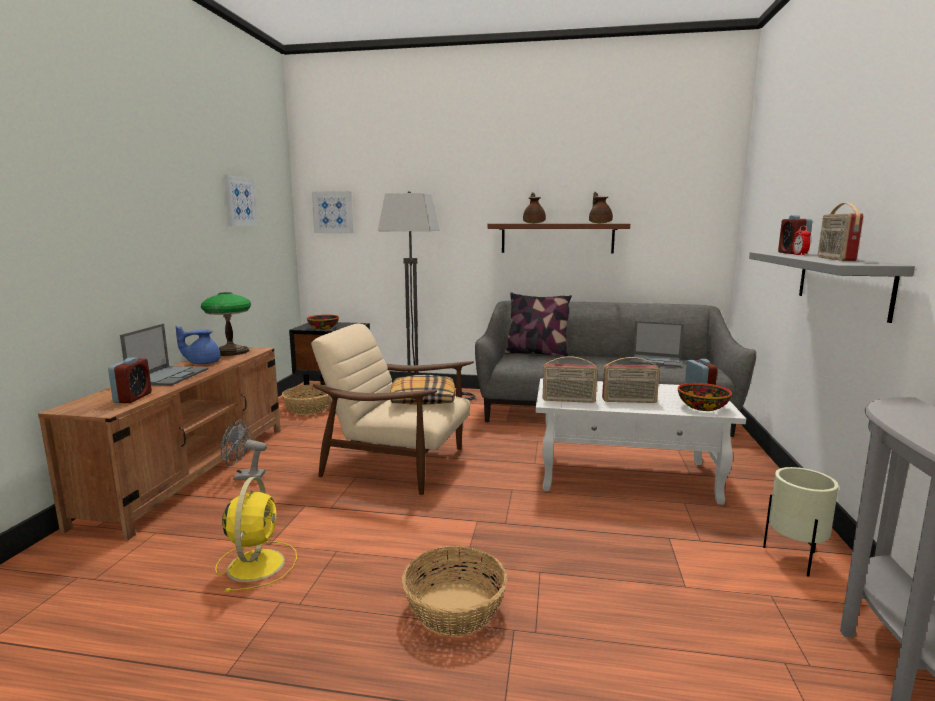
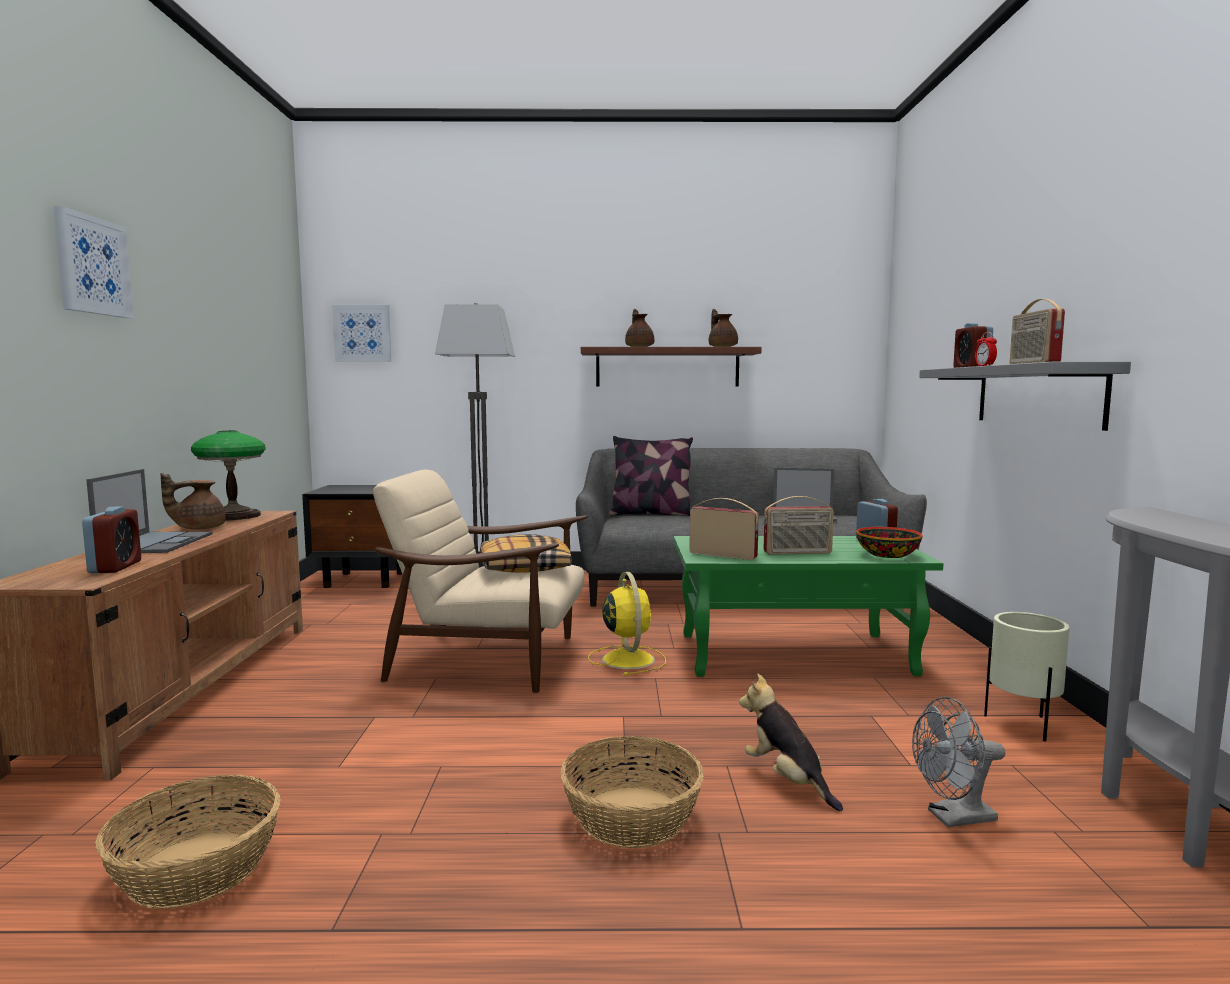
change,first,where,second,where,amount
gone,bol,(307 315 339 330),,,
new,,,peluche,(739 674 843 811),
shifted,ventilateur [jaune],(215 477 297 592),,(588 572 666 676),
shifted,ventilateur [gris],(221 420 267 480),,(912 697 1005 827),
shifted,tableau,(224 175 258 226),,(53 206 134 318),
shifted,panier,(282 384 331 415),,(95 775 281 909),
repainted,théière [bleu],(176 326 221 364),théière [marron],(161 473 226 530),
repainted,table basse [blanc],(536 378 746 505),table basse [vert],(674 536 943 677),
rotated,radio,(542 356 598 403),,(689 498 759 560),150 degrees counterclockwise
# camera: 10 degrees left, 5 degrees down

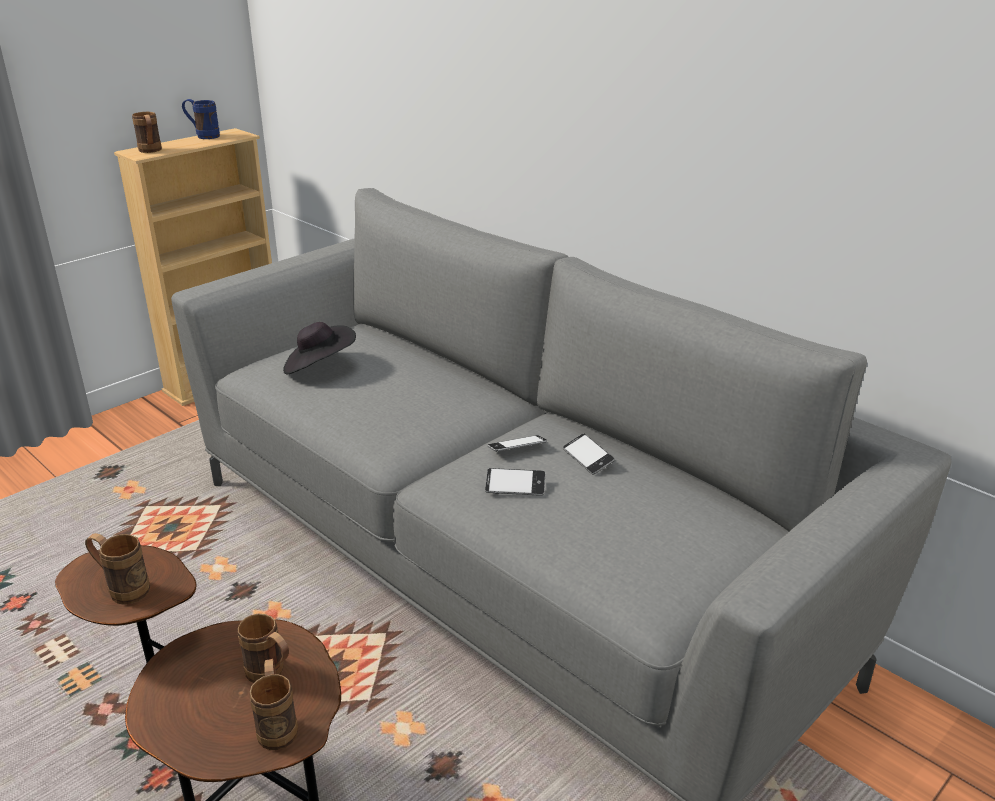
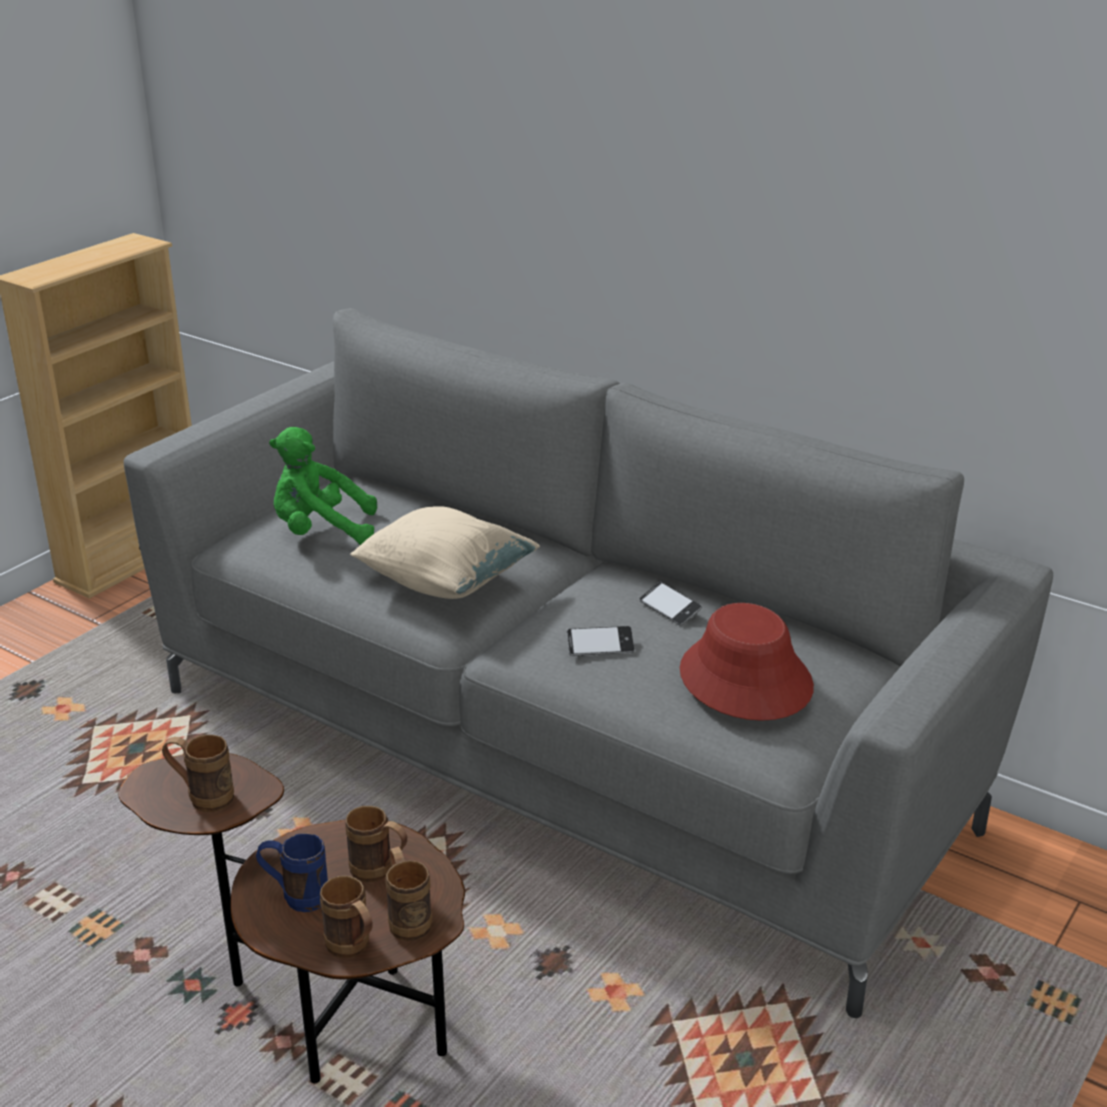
change,first,where,second,where,amount
gone,téléphone,(488 435 547 452),,,
new,,,coussin [beige],(350 506 540 599),
new,,,chapeau [rouge],(680 603 814 721),
shifted,mug [marron],(132 112 162 153),,(320 875 372 958),
shifted,mug [bleu],(182 99 220 139),,(256 833 328 912),
swapped,chapeau [noir],(283 322 356 374),peluche [vert],(269 427 377 545),
# camera: 10 degrees left, 0 degrees up

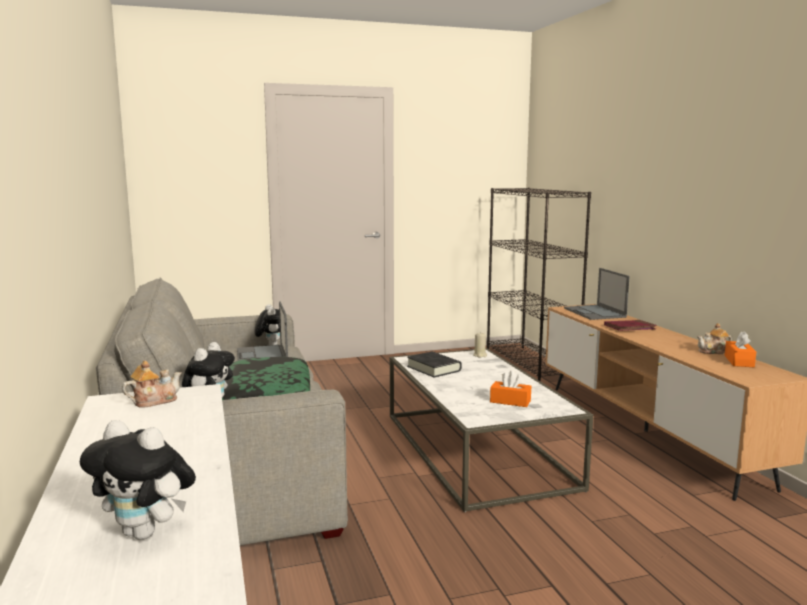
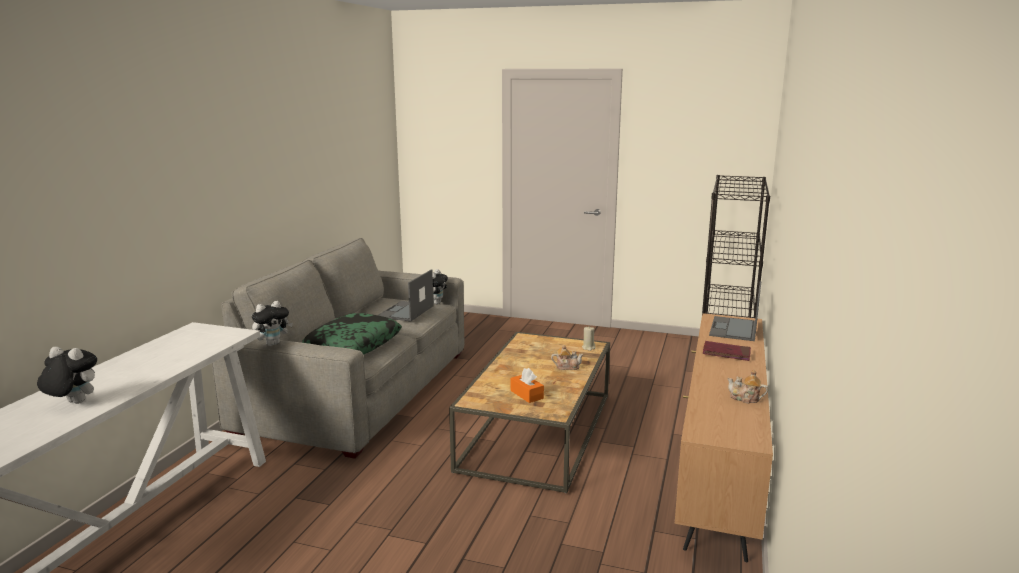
change,first,where,second,where,amount
gone,livre [noir],(407 351 462 378),,,
gone,boîte à mouchoirs [orange],(725 331 756 367),,,
shifted,théière,(122 361 182 408),,(551 345 584 370),
repainted,table basse [blanc],(390 348 593 512),table basse [marron],(449 332 610 493),
rotated,peluche,(80 420 196 540),,(37 347 97 404),135 degrees clockwise
# camera: 35 degrees right, 5 degrees up

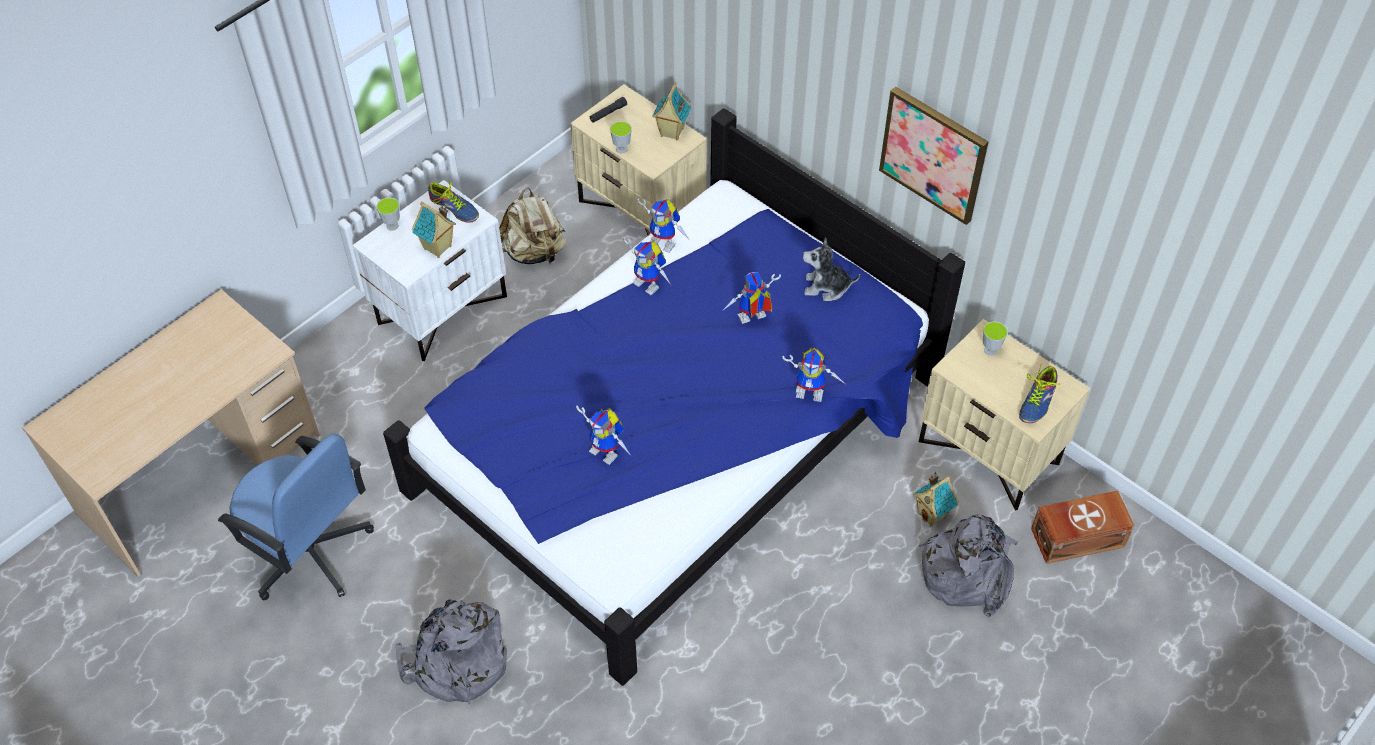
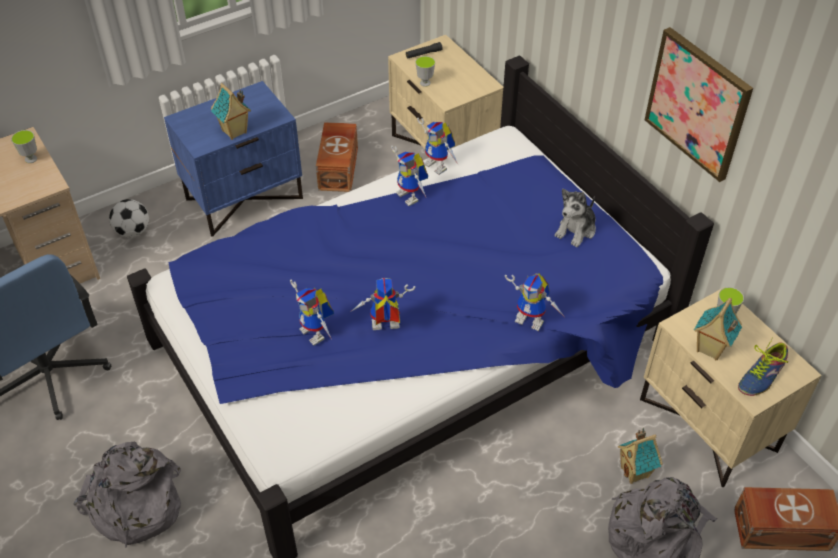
change,first,where,second,where,amount
gone,chaussure,(427 182 479 223),,,
new,,,ballon de foot,(109 199 149 238),
shifted,tasse,(376 197 400 231),,(11 130 37 163),
shifted,maison miniature,(652 83 691 141),,(694 298 742 361),
shifted,robot jouet,(722 272 781 324),,(350 278 415 330),
swapped,sac à dos [beige],(499 188 566 265),boîte de rangement [marron],(316 122 358 192),
repainted,table de chevet [blanc],(352 180 507 361),table de chevet [bleu],(164 81 303 237),
rotated,peluche,(803 237 860 301),,(555 189 596 247),75 degrees counterclockwise
# camera: 15 degrees right, 5 degrees down

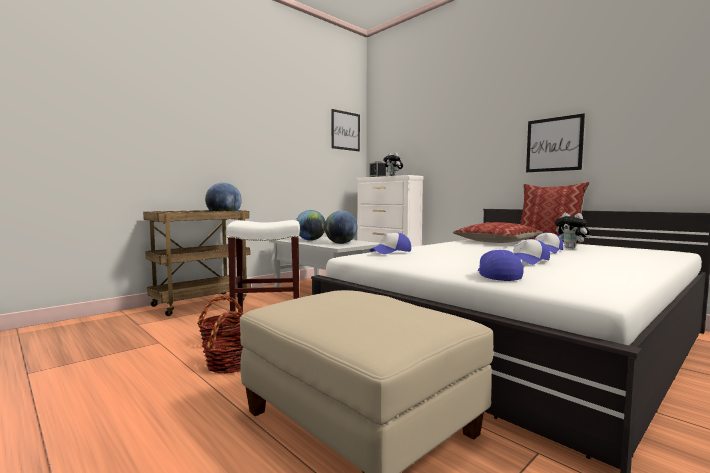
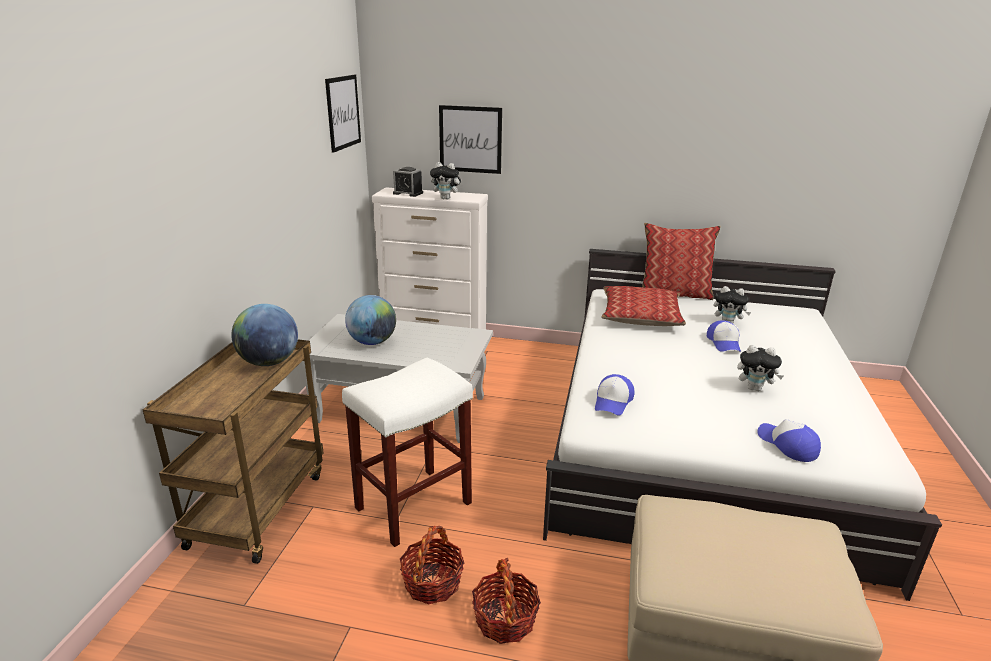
change,first,where,second,where,amount
gone,globe,(324 211 358 244),,,
shifted,tableau,(526 113 585 172),,(439 105 502 174),
swapped,casquette,(513 239 550 265),peluche,(737 345 783 391),
# camera: 35 degrees left, 20 degrees up

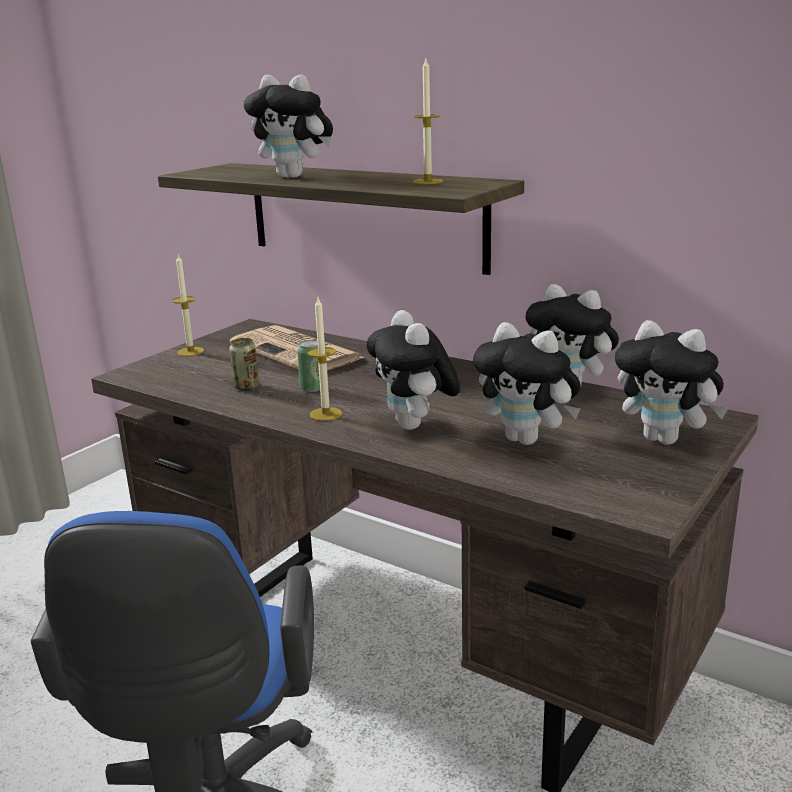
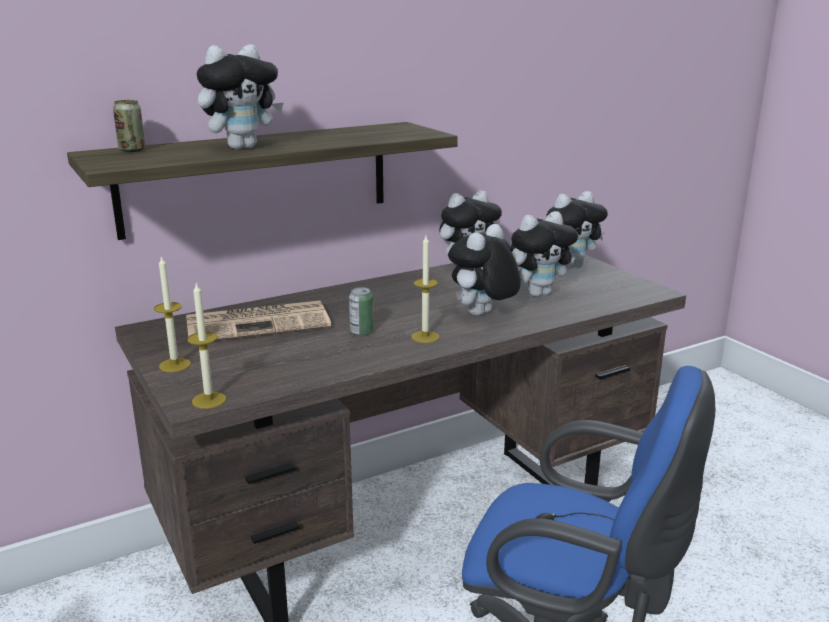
change,first,where,second,where,amount
shifted,boîte métallique,(229 338 259 390),,(113 100 145 152),
shifted,bougie,(413 59 443 184),,(187 282 226 409),
rotated,peluche,(367 310 461 430),,(448 224 521 316),120 degrees clockwise
# camera: 65 degrees left, 0 degrees up

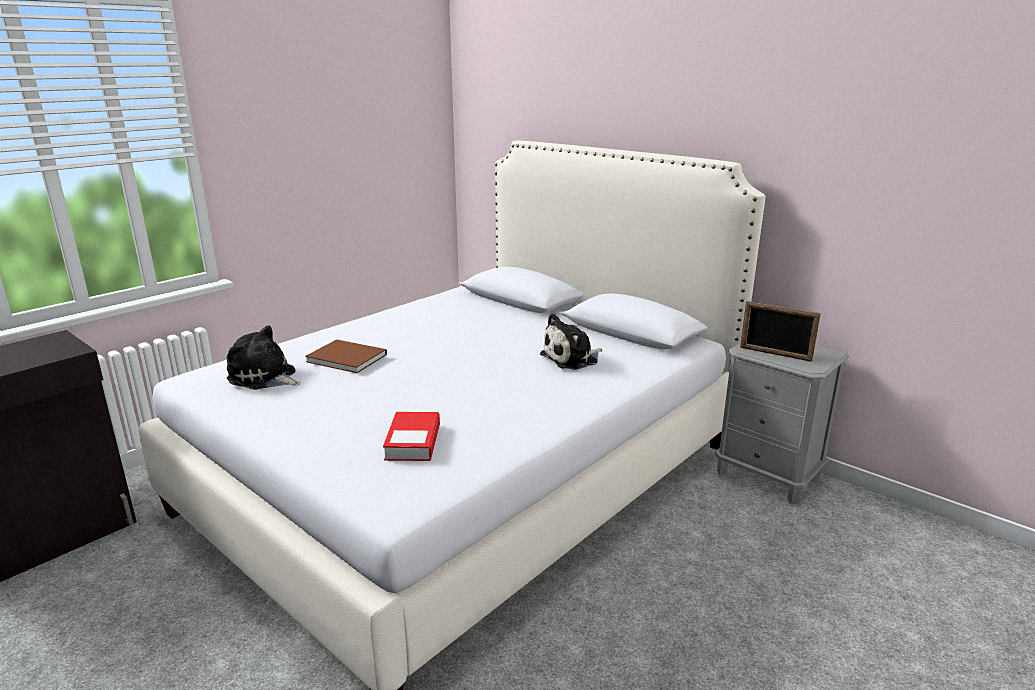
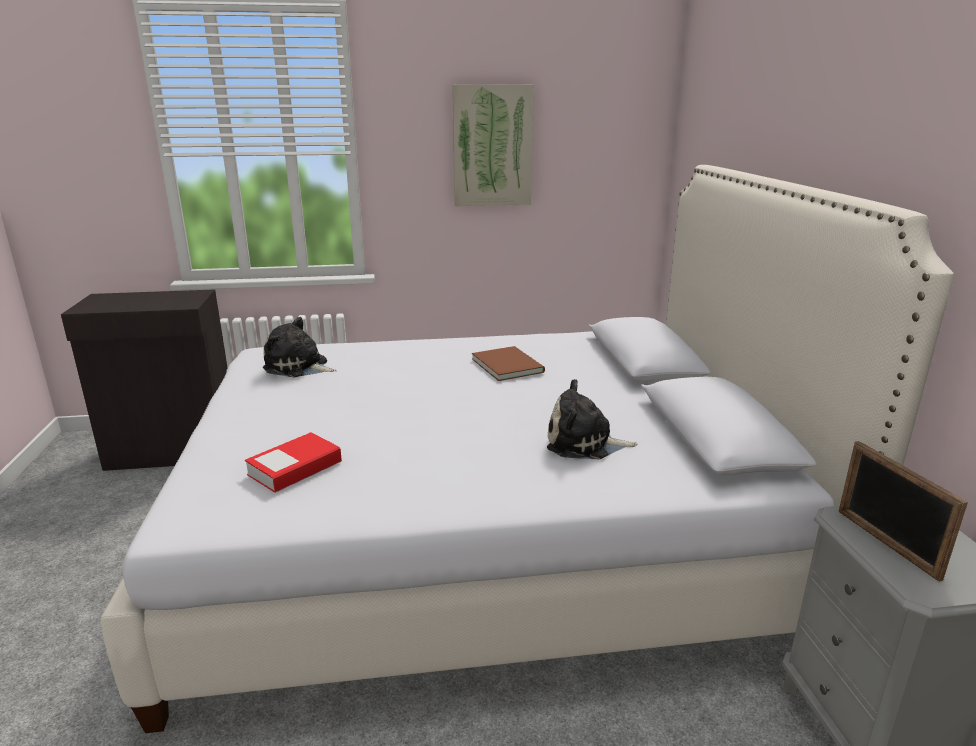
change,first,where,second,where,amount
new,,,tableau,(452 84 534 206),
shifted,livre [marron],(305 339 387 373),,(472 346 545 381),
rotated,peluche,(227 325 301 390),,(263 317 337 377),45 degrees counterclockwise
# camera: 40 degrees right, 0 degrees up

